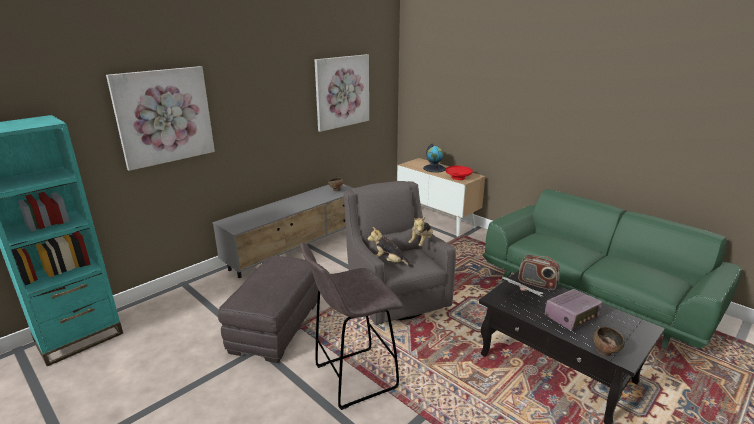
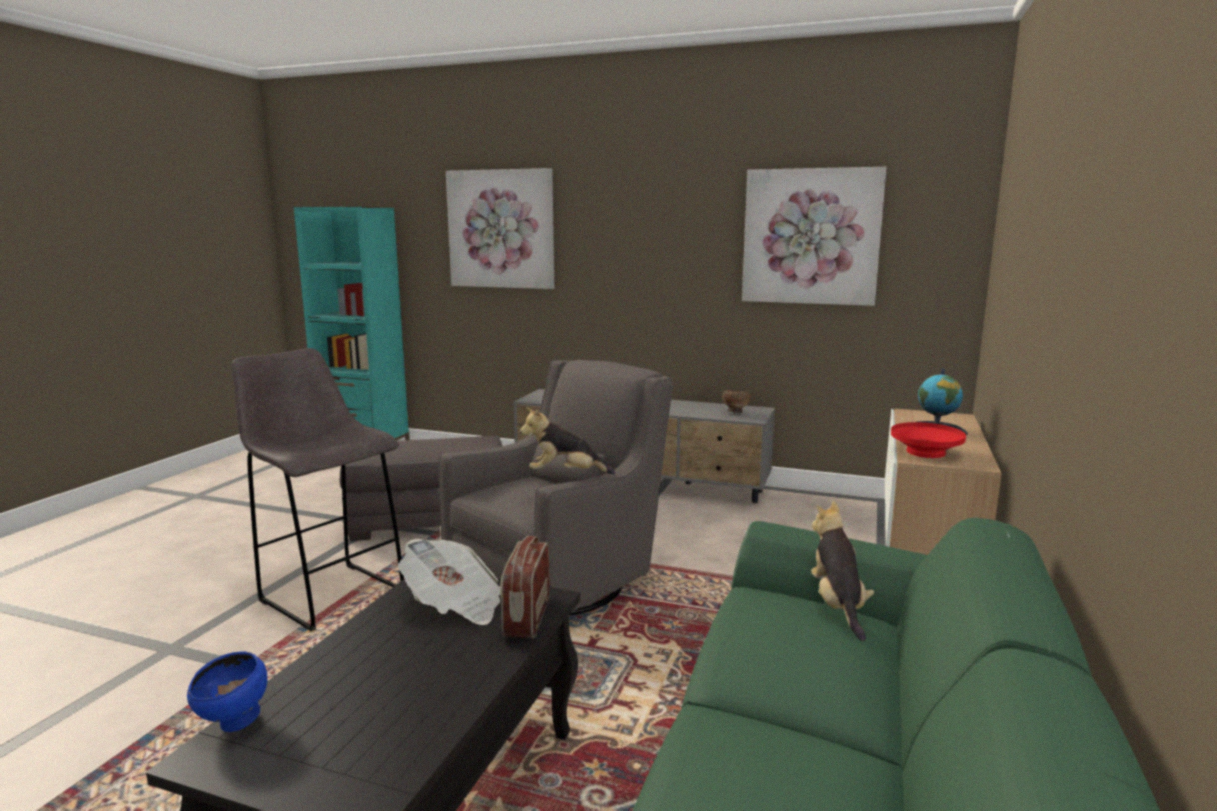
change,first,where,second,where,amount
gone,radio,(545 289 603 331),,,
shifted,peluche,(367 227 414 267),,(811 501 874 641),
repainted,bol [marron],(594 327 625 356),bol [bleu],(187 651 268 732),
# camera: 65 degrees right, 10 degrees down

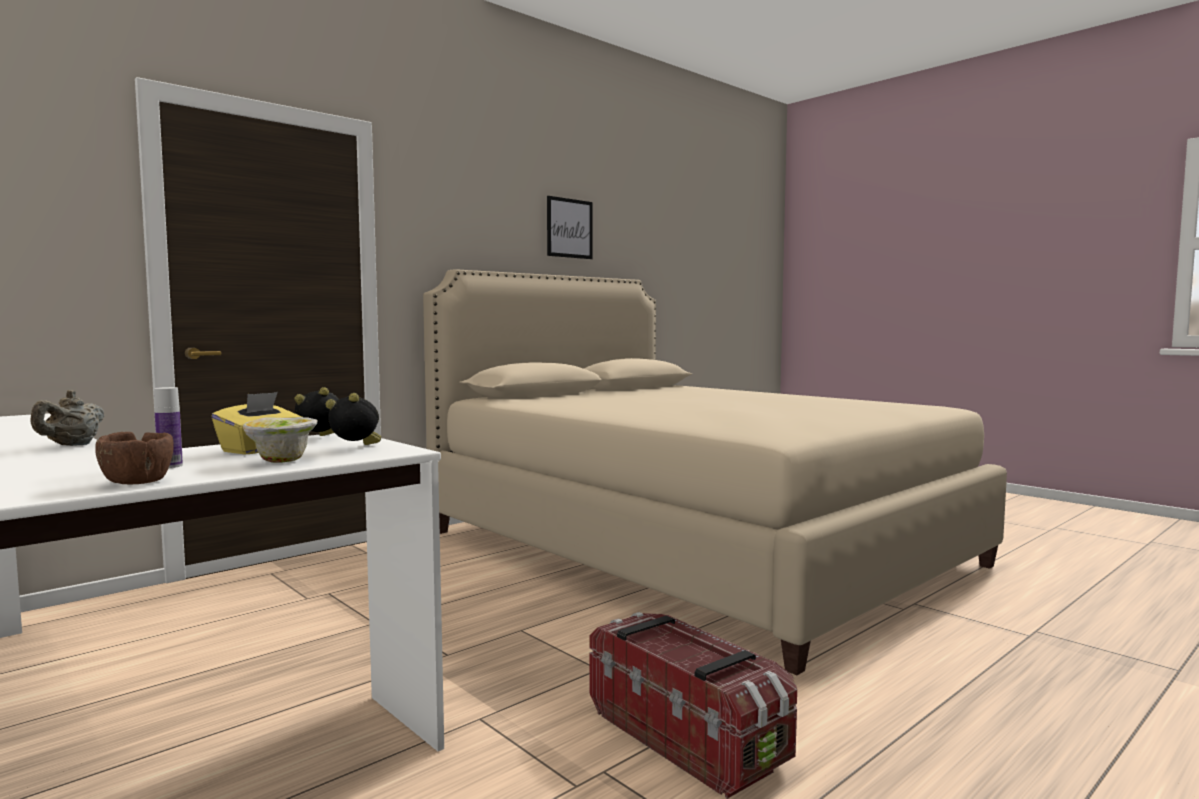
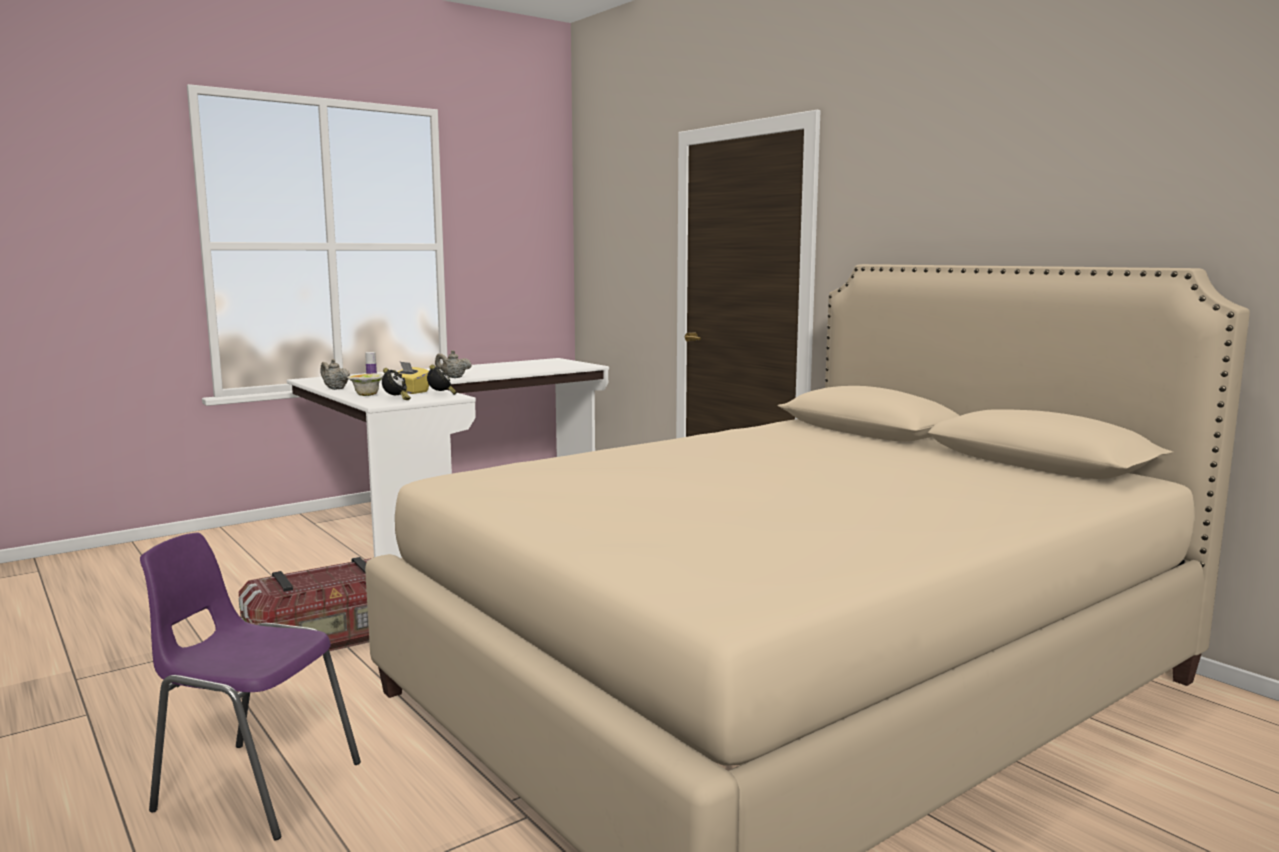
change,first,where,second,where,amount
gone,tableau,(547 196 592 259),,,
new,,,chaise [violet],(140 533 361 841),
swapped,bol [marron],(95 432 174 484),théière [beige],(320 359 350 390),
# camera: 95 degrees right, 5 degrees up

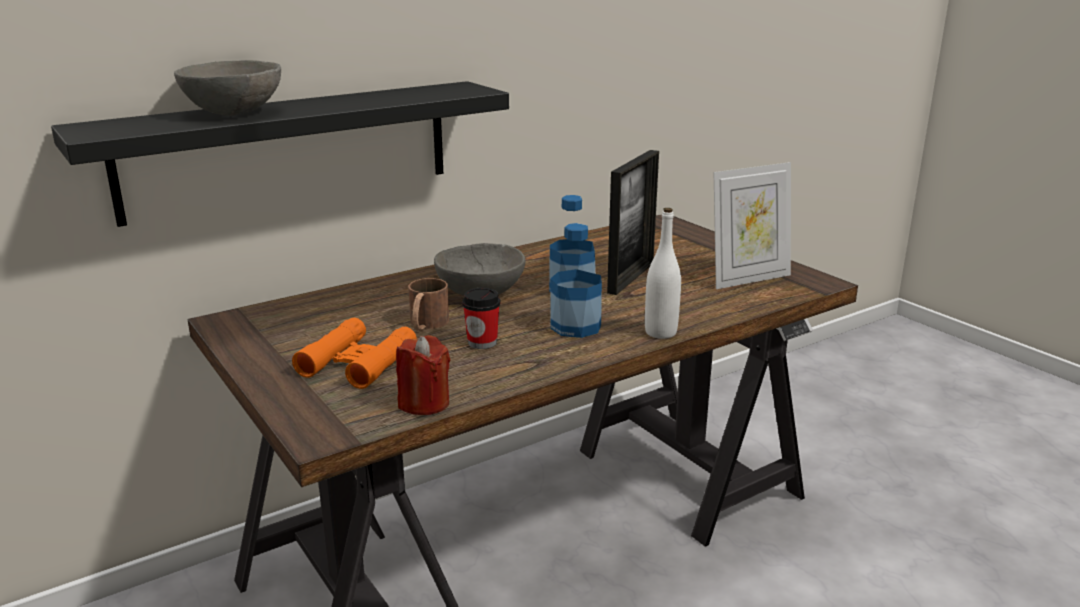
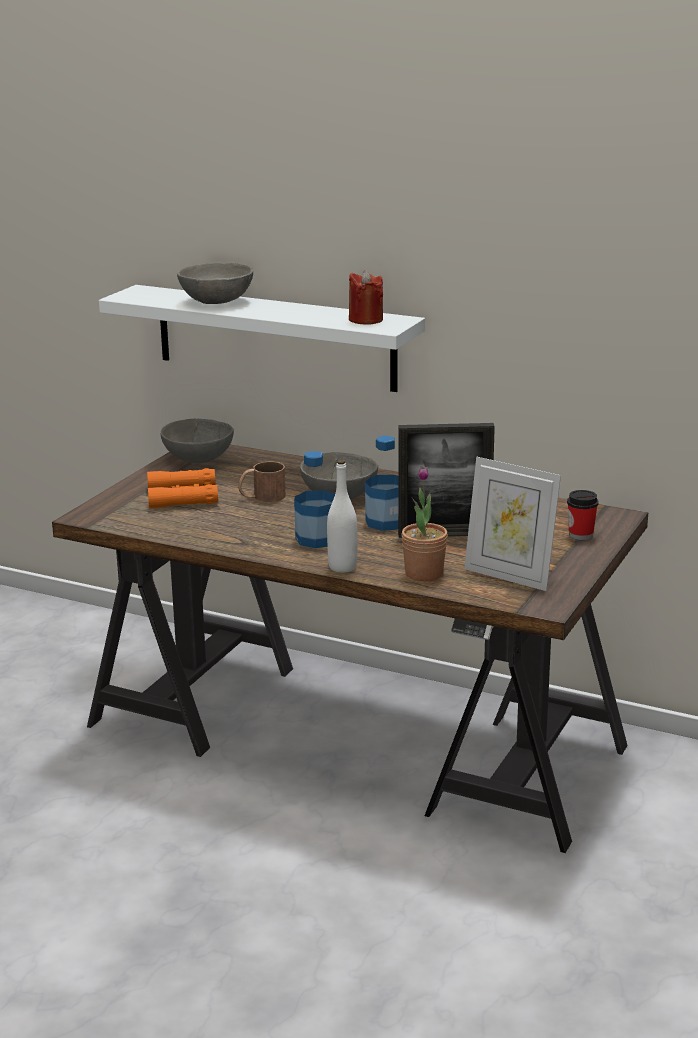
change,first,where,second,where,amount
new,,,bol [gris],(161 419 234 463),
new,,,plante en pot,(401 466 448 581),
shifted,bougie [rouge],(396 335 450 415),,(349 270 383 325),
shifted,tasse,(462 288 501 349),,(567 490 599 540),
repainted,étagère [noir],(51 81 509 227),étagère [blanc],(99 285 425 392),
# camera: 60 degrees right, 0 degrees up

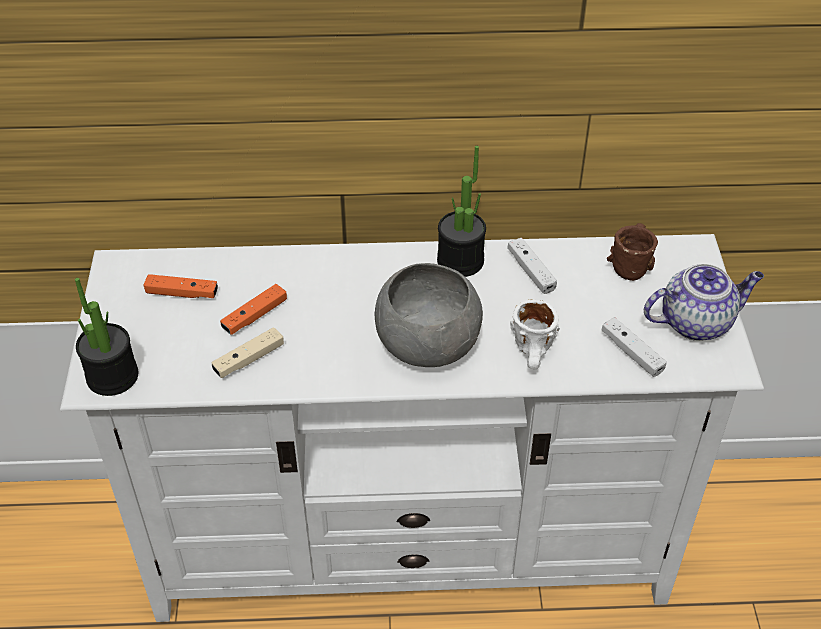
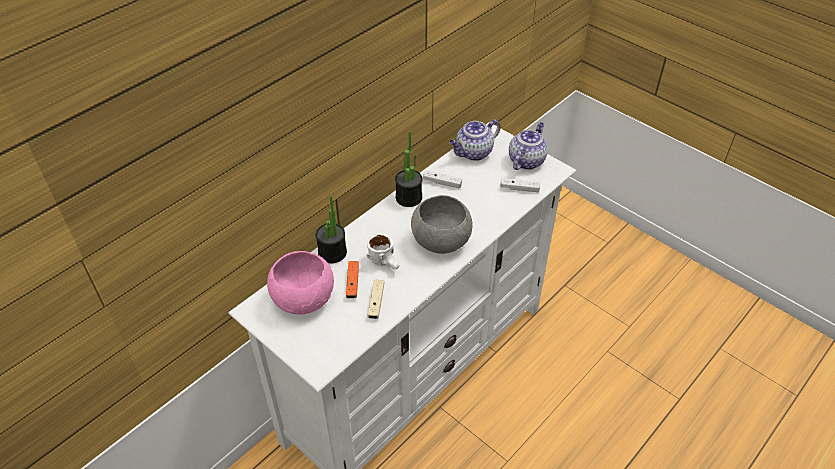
change,first,where,second,where,amount
shifted,plante en pot,(75 278 139 396),,(316 195 347 263),
shifted,mug [blanc],(510 299 560 369),,(366 233 399 269),
swapped,manette [orange],(143 274 218 298),bol [rose],(267 251 334 314),
swapped,mug [marron],(607 223 658 281),théière,(449 119 500 161),
# camera: 45 degrees left, 0 degrees up

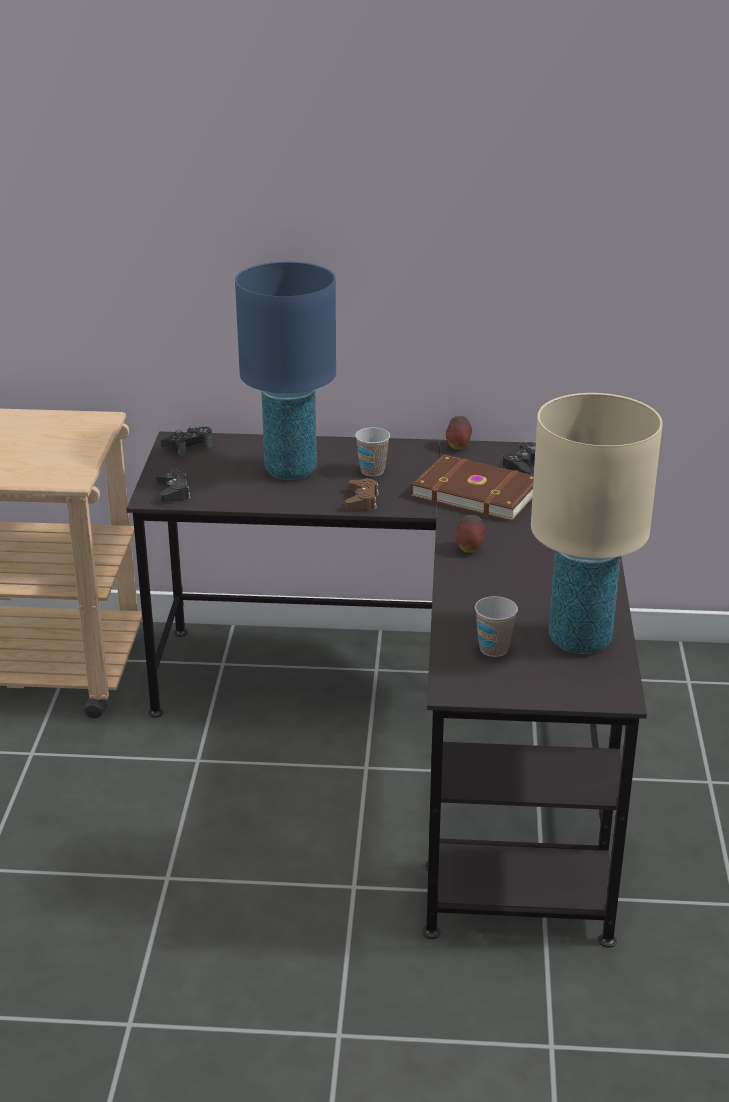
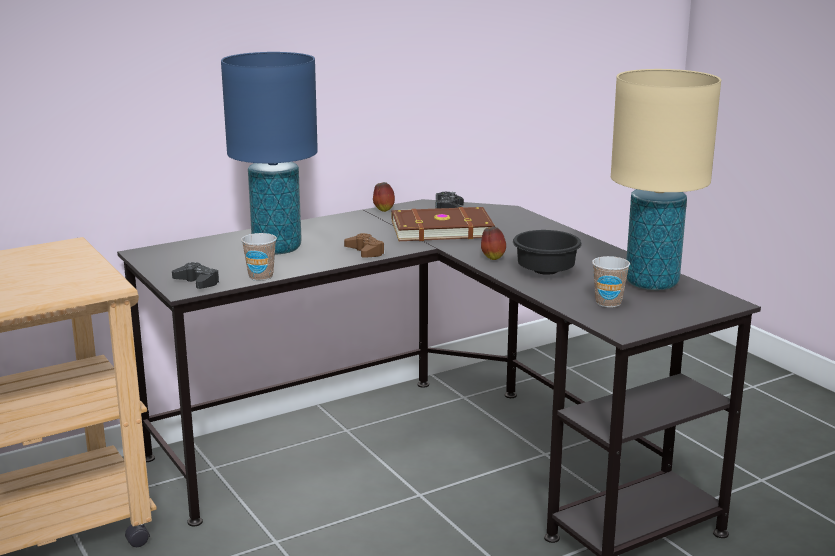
change,first,where,second,where,amount
gone,manette [noir],(161 425 213 457),,,
new,,,bol [noir],(513 230 582 275),
shifted,tasse,(355 427 390 476),,(241 233 277 281),
# camera: 35 degrees left, 10 degrees down

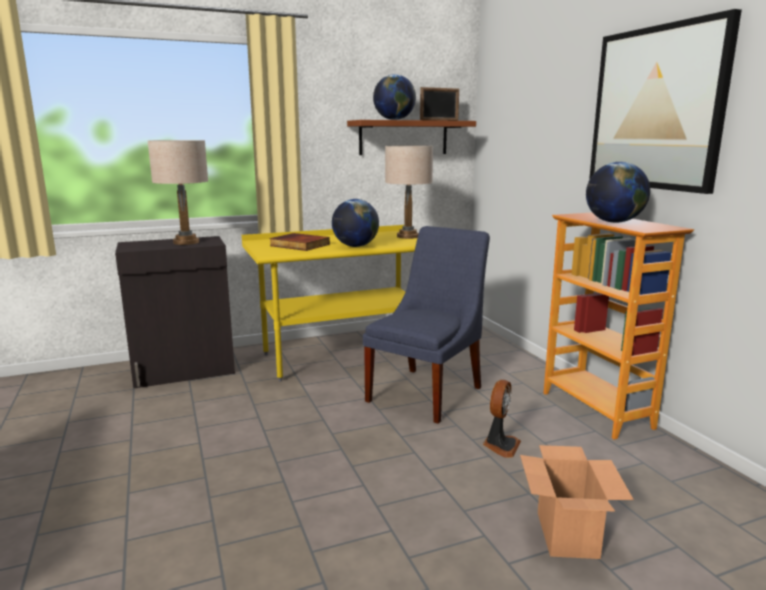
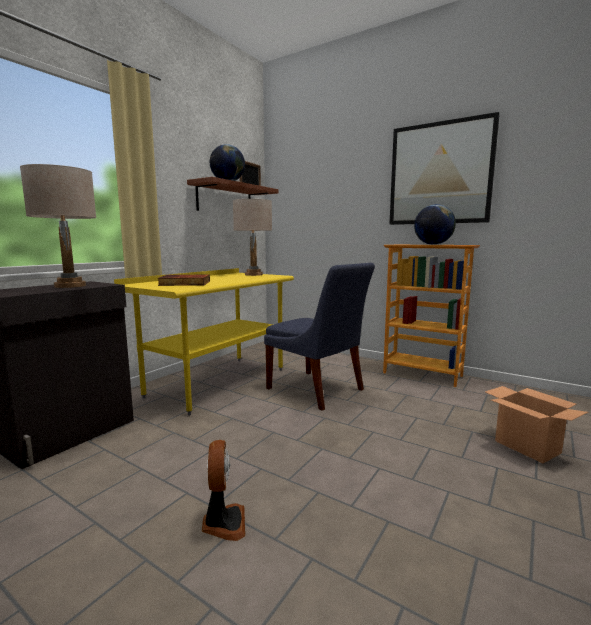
change,first,where,second,where,amount
gone,globe,(332 199 379 247),,,
shifted,ventilateur,(483 380 521 458),,(202 440 245 541),
rotated,chaise [bleu],(363 226 490 424),,(264 263 375 411),135 degrees clockwise
# camera: 35 degrees left, 5 degrees down

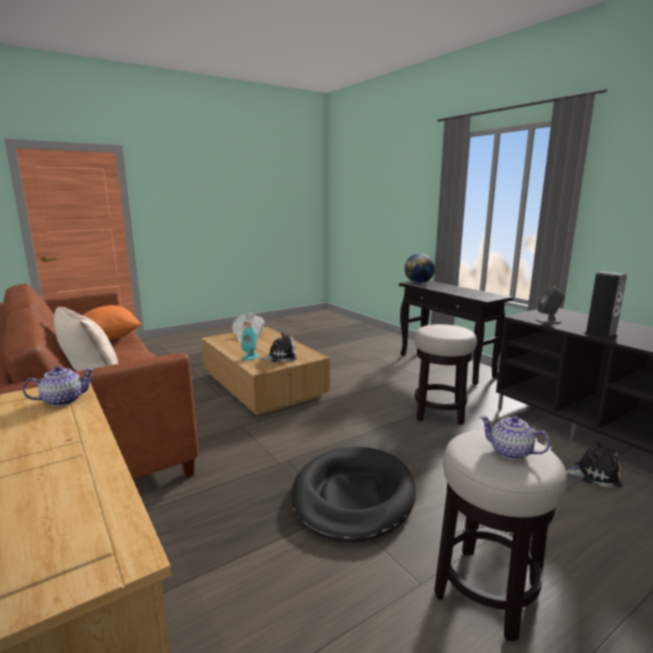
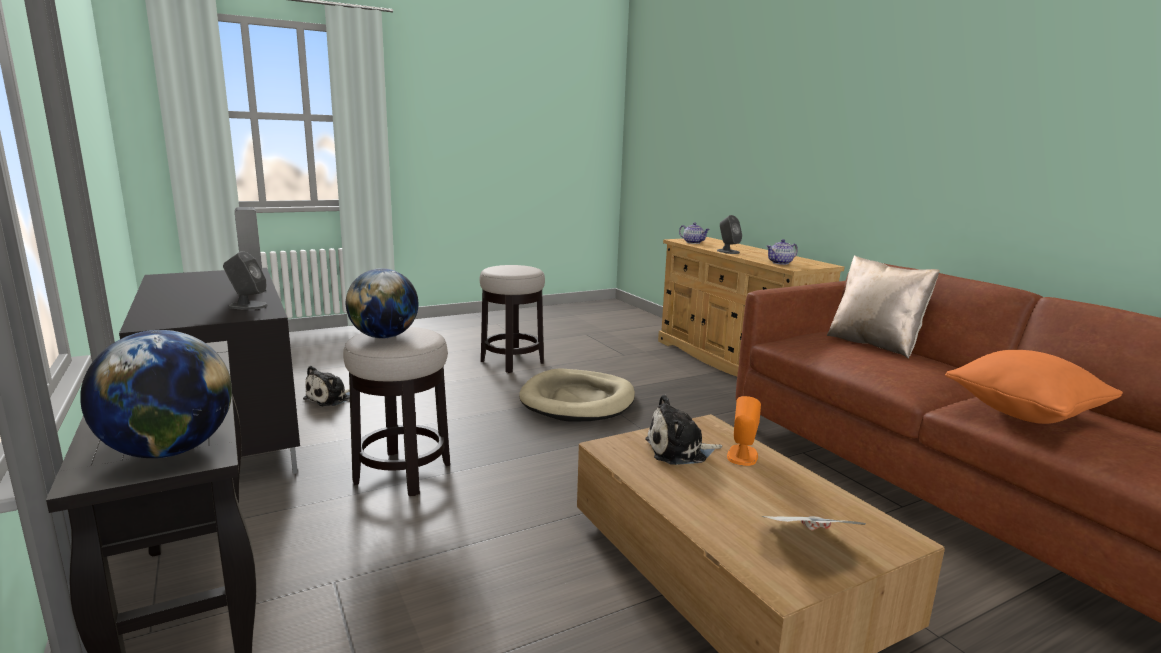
change,first,where,second,where,amount
new,,,globe,(346 268 419 338),
new,,,enceinte [gris],(717 215 742 254),
shifted,théière,(480 416 550 460),,(679 222 710 244),
repainted,enceinte [turquoise],(241 327 259 361),enceinte [orange],(727 396 761 466),
repainted,panier pour chien [noir],(291 446 416 543),panier pour chien [beige],(519 369 635 422),
rotated,peluche,(566 440 622 488),,(303 366 350 406),75 degrees counterclockwise
# camera: 175 degrees left, 0 degrees up

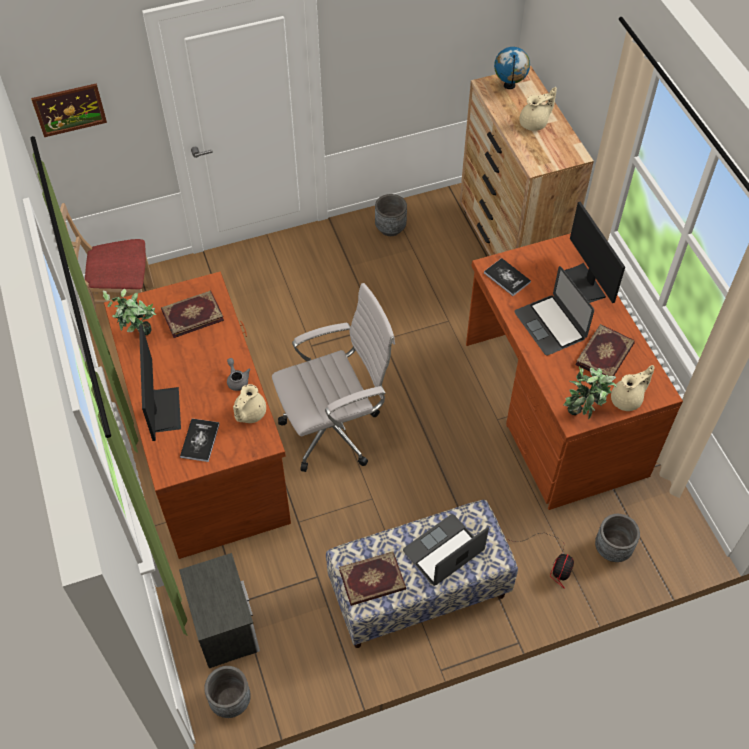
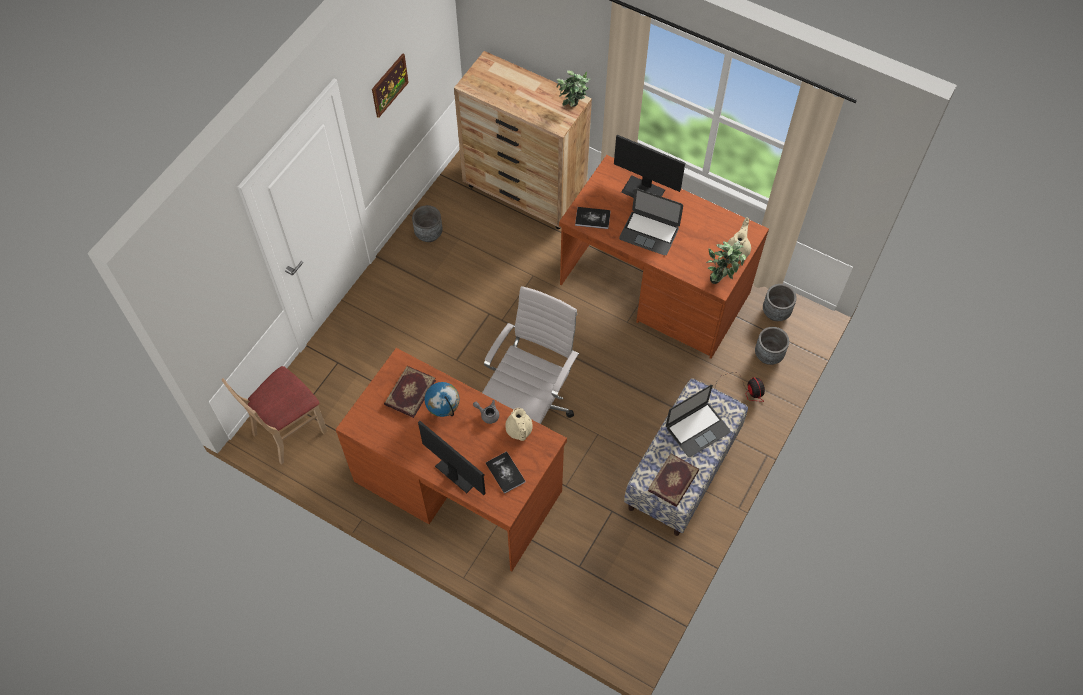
change,first,where,second,where,amount
gone,table de chevet,(179 553 260 668),,,
gone,théière [beige],(519 87 557 131),,,
gone,livre,(575 324 635 376),,,
shifted,tableau,(31 83 107 137),,(372 54 409 118),
shifted,plante en pot,(103 289 156 335),,(556 70 590 107),
shifted,cache-pot [gris],(204 666 251 718),,(763 284 797 321),
shifted,globe,(494 47 530 89),,(424 382 459 417),
rotated,ordinateur portable,(403 514 489 586),,(666 385 731 457),135 degrees counterclockwise
# camera: 40 degrees left, 5 degrees up

